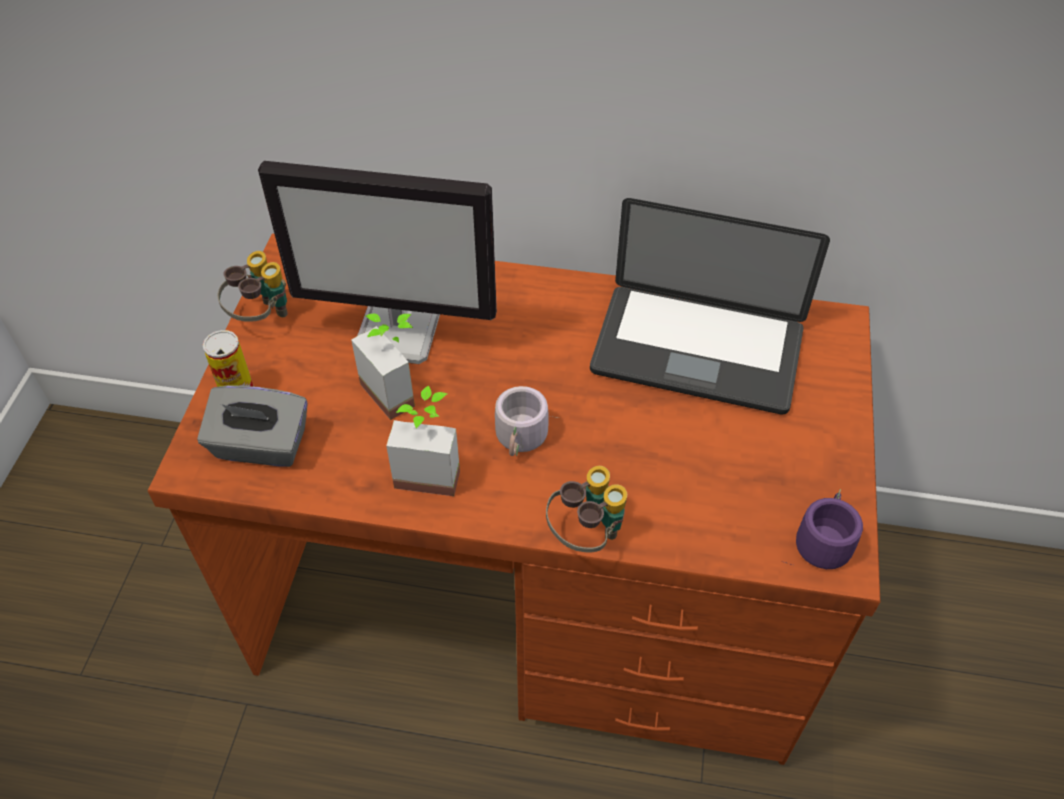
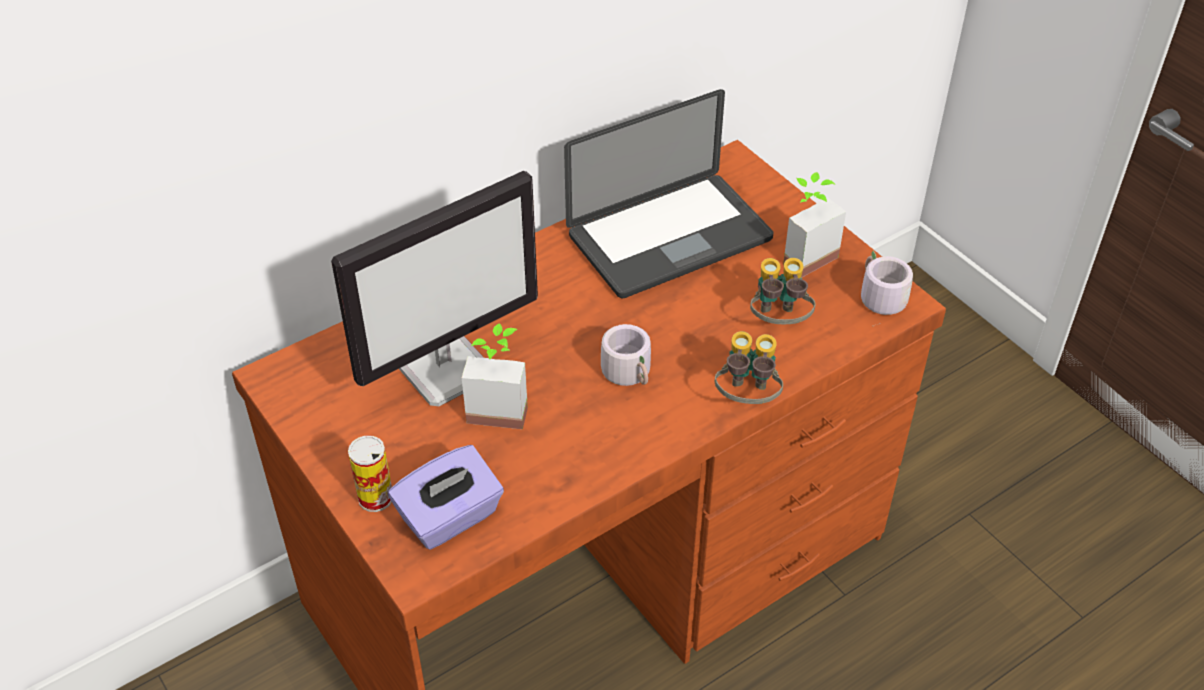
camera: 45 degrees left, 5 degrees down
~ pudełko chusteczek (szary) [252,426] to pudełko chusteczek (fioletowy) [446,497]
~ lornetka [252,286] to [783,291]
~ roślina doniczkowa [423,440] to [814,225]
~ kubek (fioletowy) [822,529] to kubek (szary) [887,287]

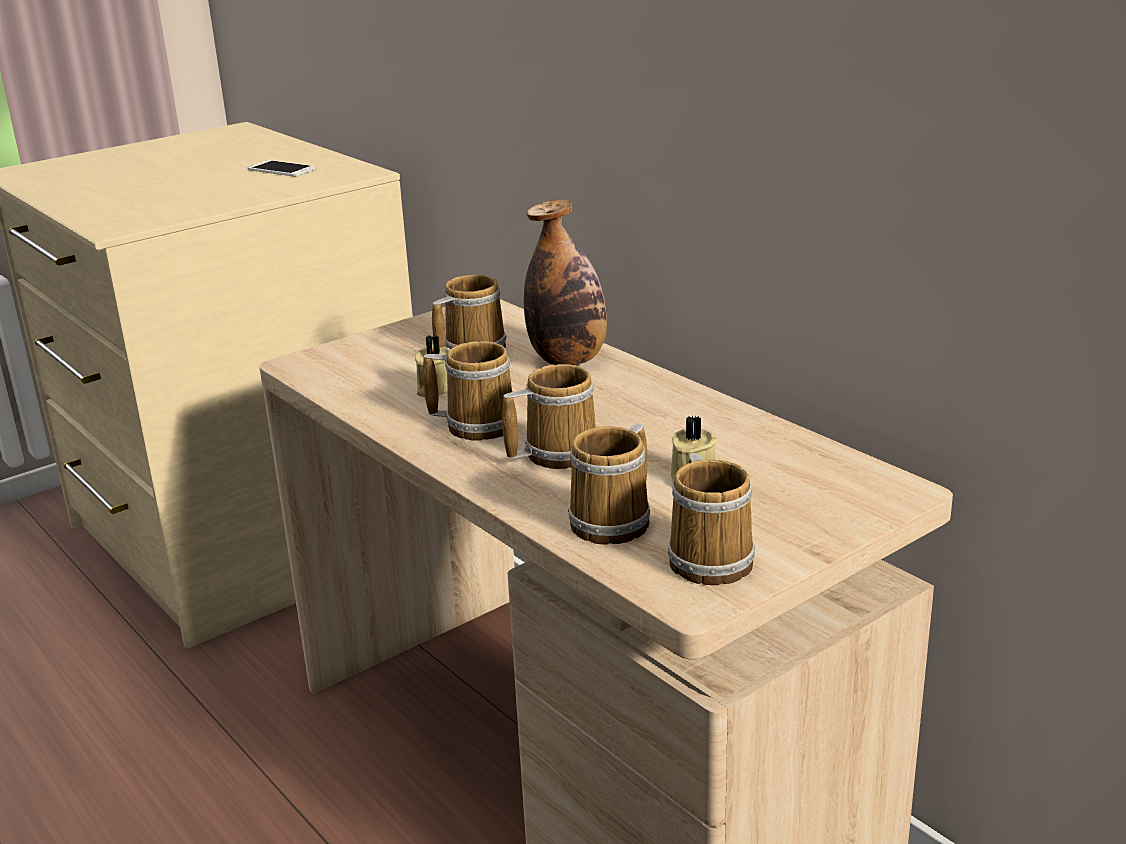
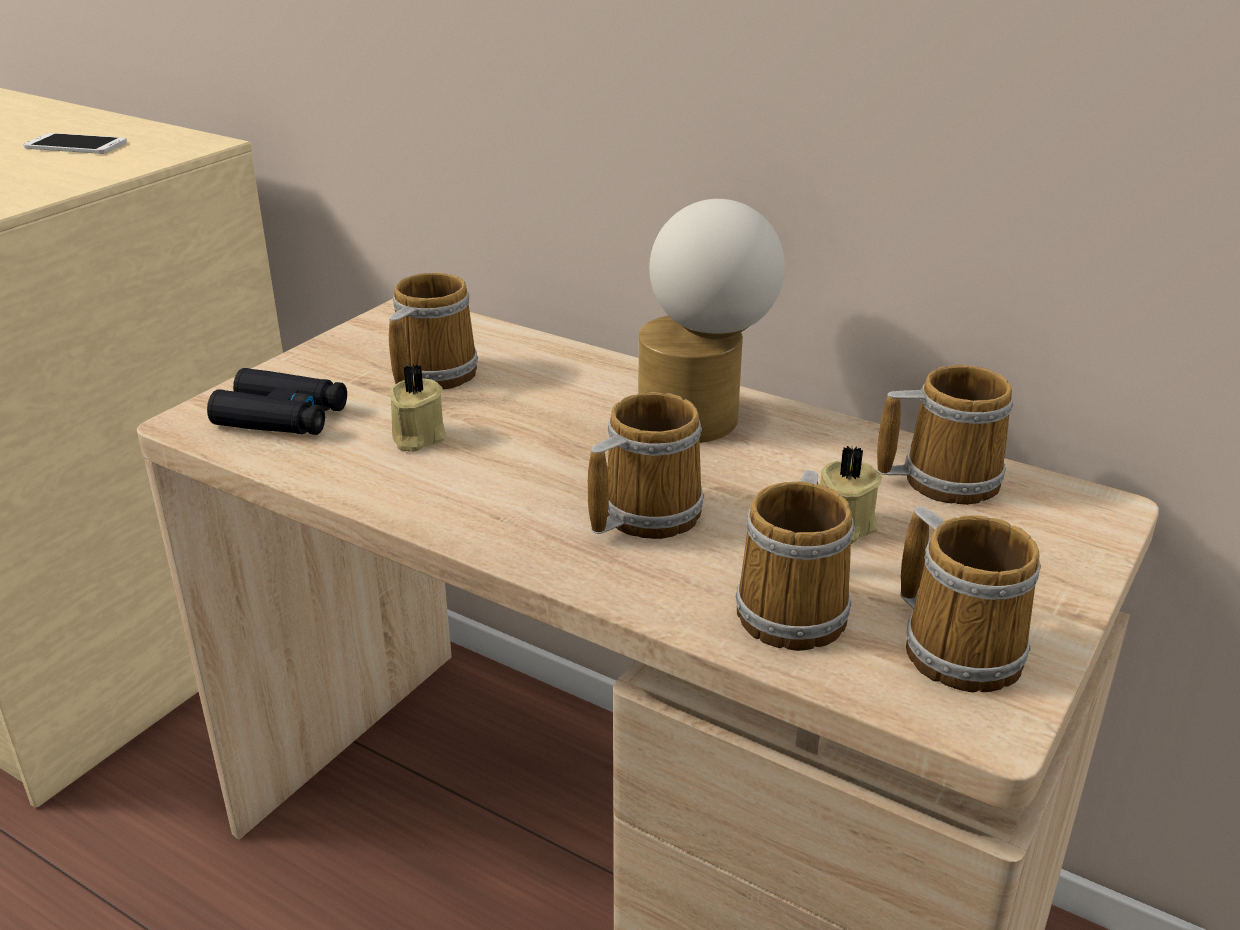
camera: 20 degrees left, 5 degrees up
+ lornetka (czarny) [277,401]
+ lampa stołowa [711,321]
~ kubek [470,391] to [945,435]
- butelka [565,282]

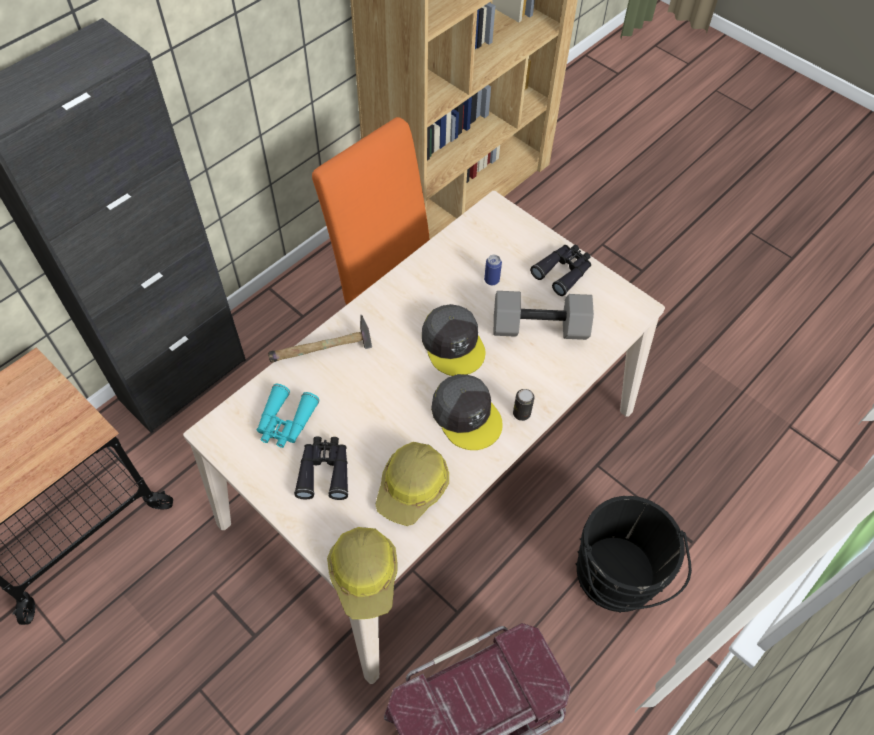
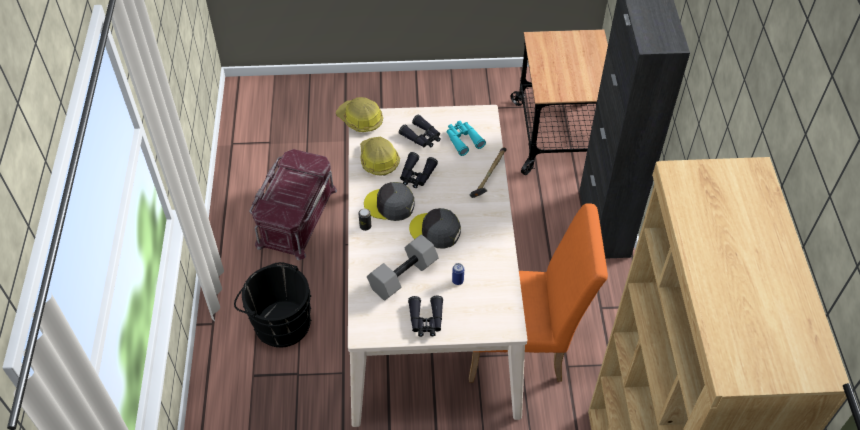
camera: 135 degrees right, 5 degrees down
+ lornetka (czarny) [419,170]

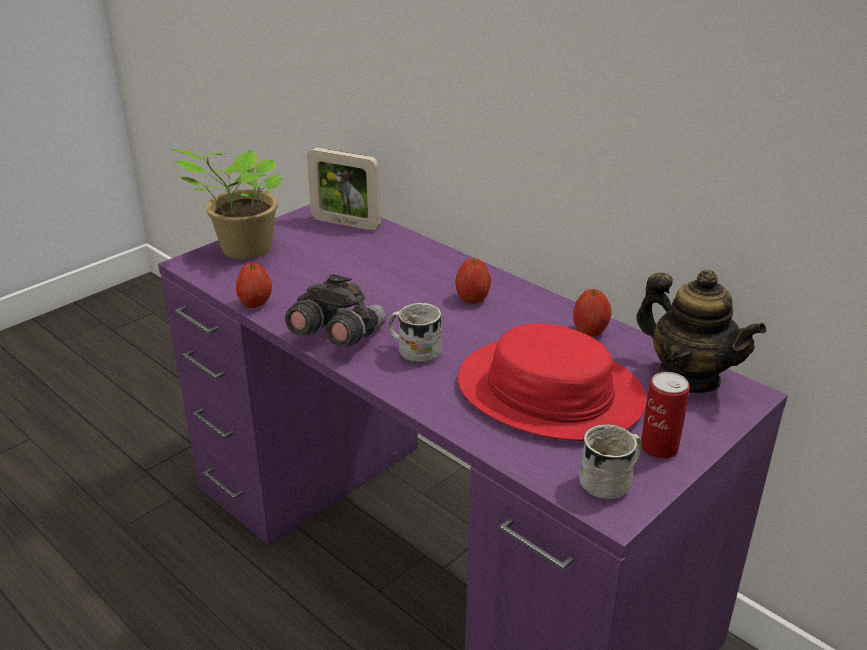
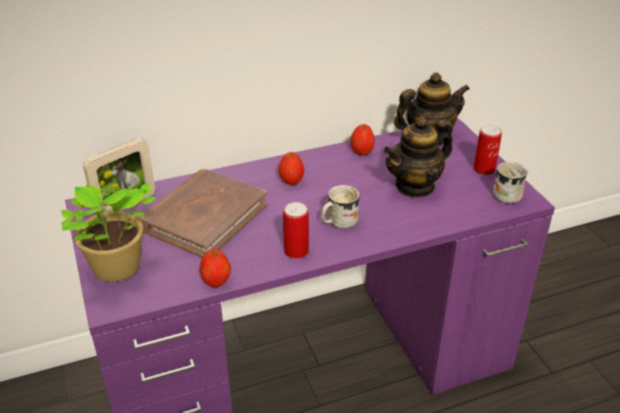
camera: 65 degrees left, 5 degrees up
+ książka (brązowy) [203,213]
~ lornetka (szary) [335,310] to puszka [296,230]
~ kapelusz (czerwony) [552,382] to imbryk [418,157]

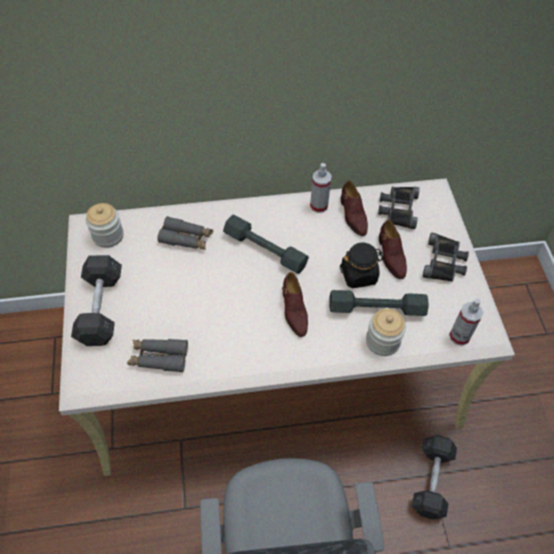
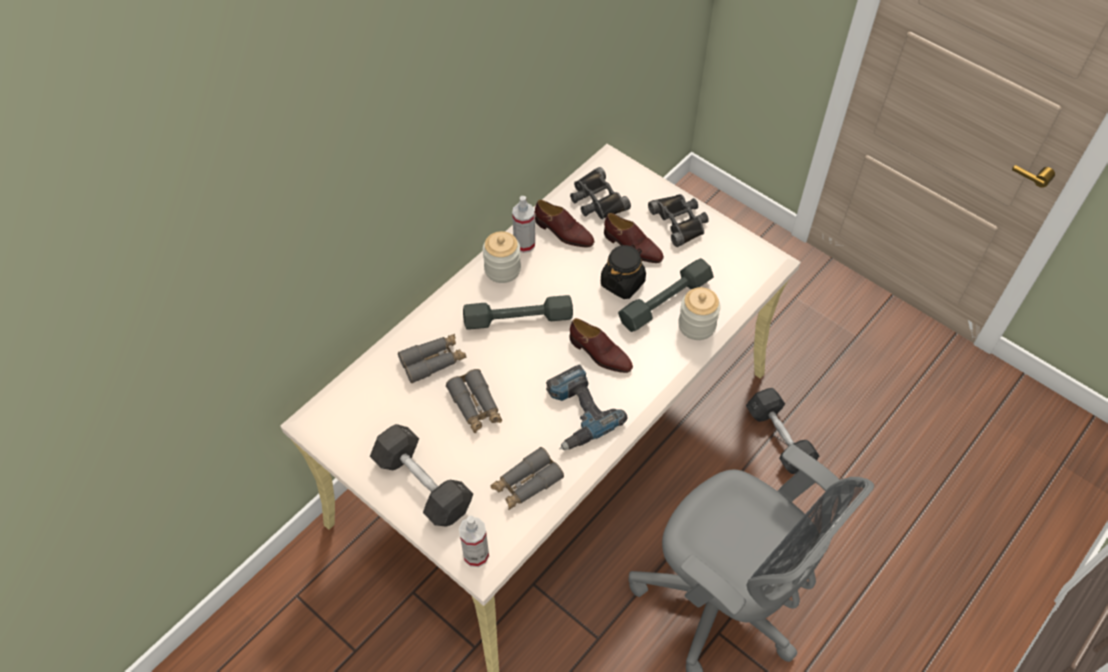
camera: 40 degrees left, 0 degrees up
+ lornetka (szary) [474,401]
~ spryskiwacz [466,322] to [474,541]
~ słoik [104,225] to [502,257]
+ wiertarka [586,407]

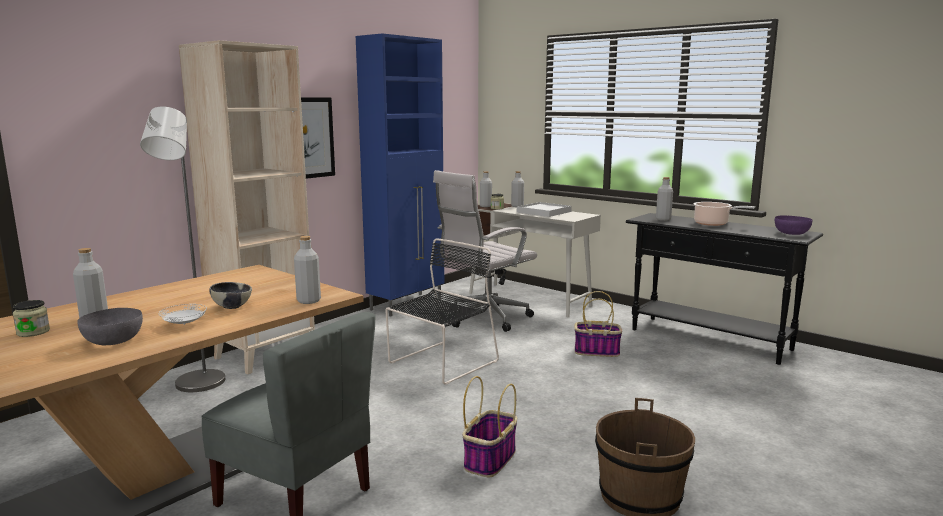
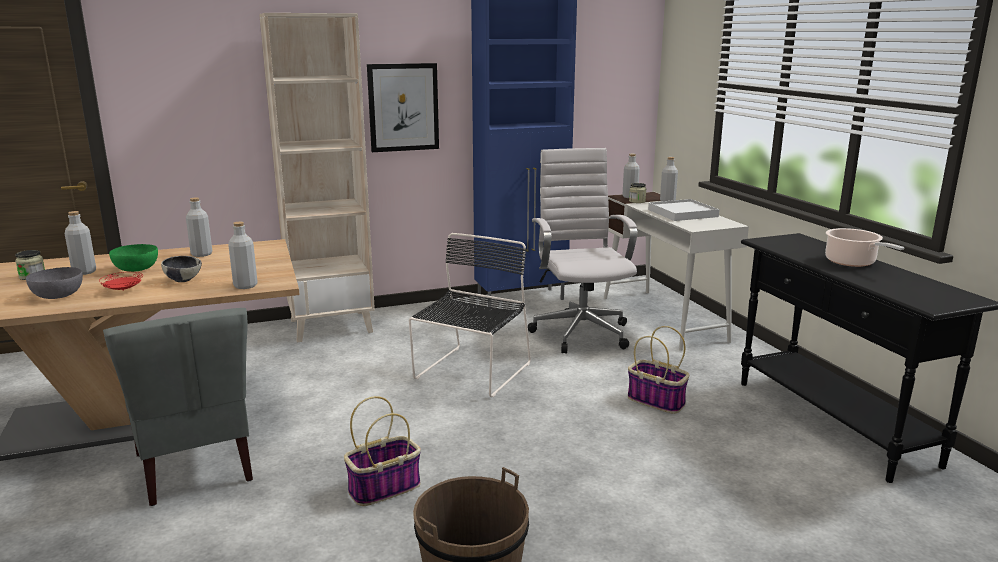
camera: 30 degrees right, 5 degrees up
~ talerz (biały) [183,314] to talerz (czerwony) [121,281]
+ miska (zielony) [133,258]
~ butelka (szary) [664,199] to [199,227]
~ krzesło (czarny) [442,311] = [470,315] 45 degrees counterclockwise
~ krzesło biurowe (biały) [485,251] = [582,250] 90 degrees clockwise
- lampa stojąca (szary) [182,249]
- miska (fioletowy) [793,225]

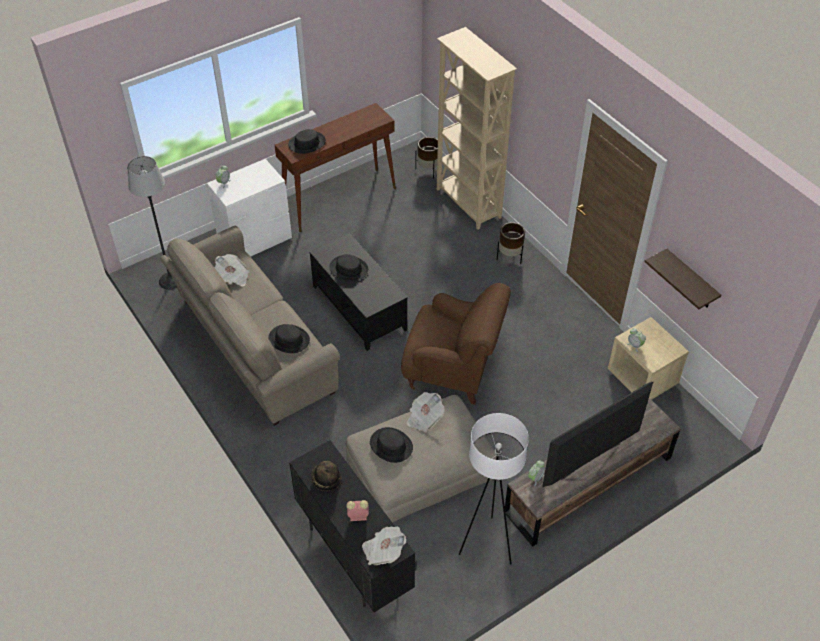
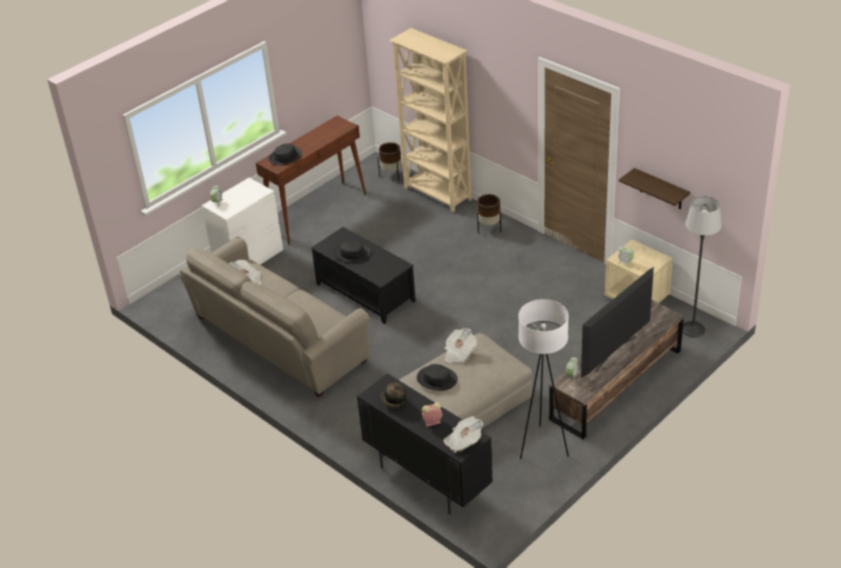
camera: 10 degrees left, 10 degrees down
~ lampa stojąca [152,223] to [702,266]
- kapelusz (czarny) [289,338]
- fotel (brązowy) [456,344]

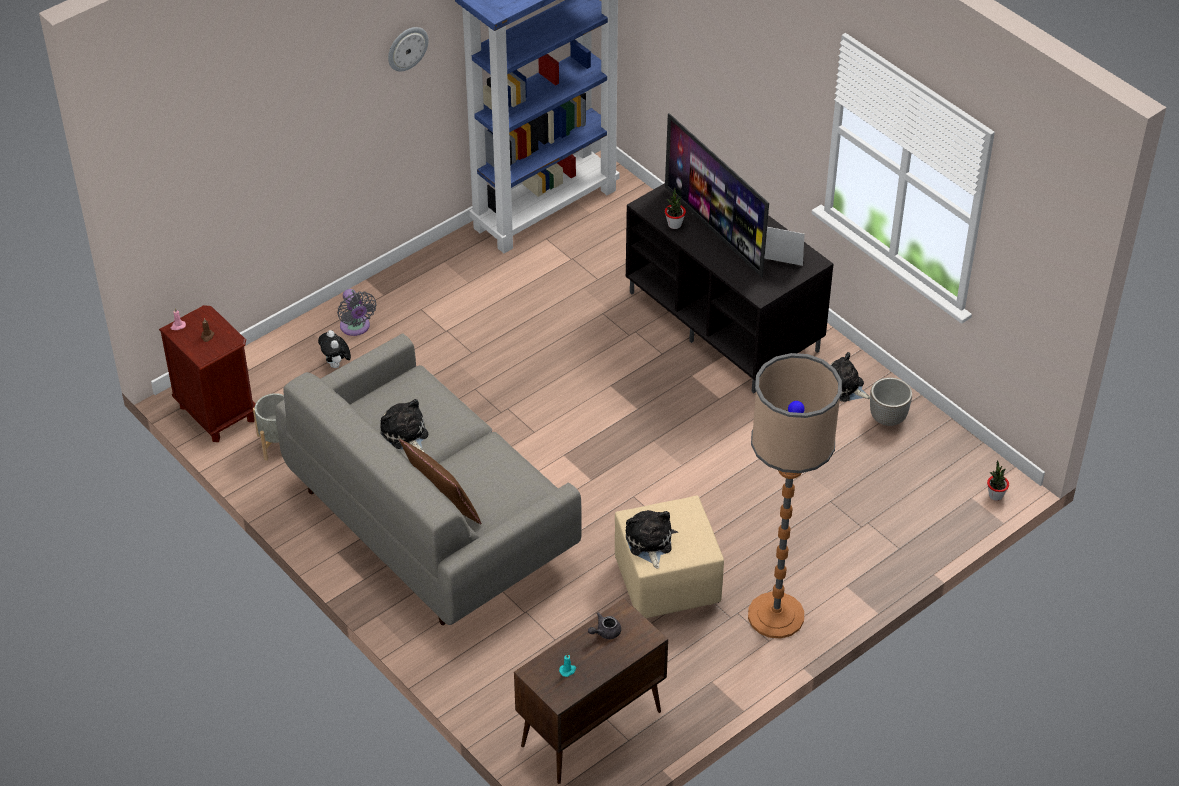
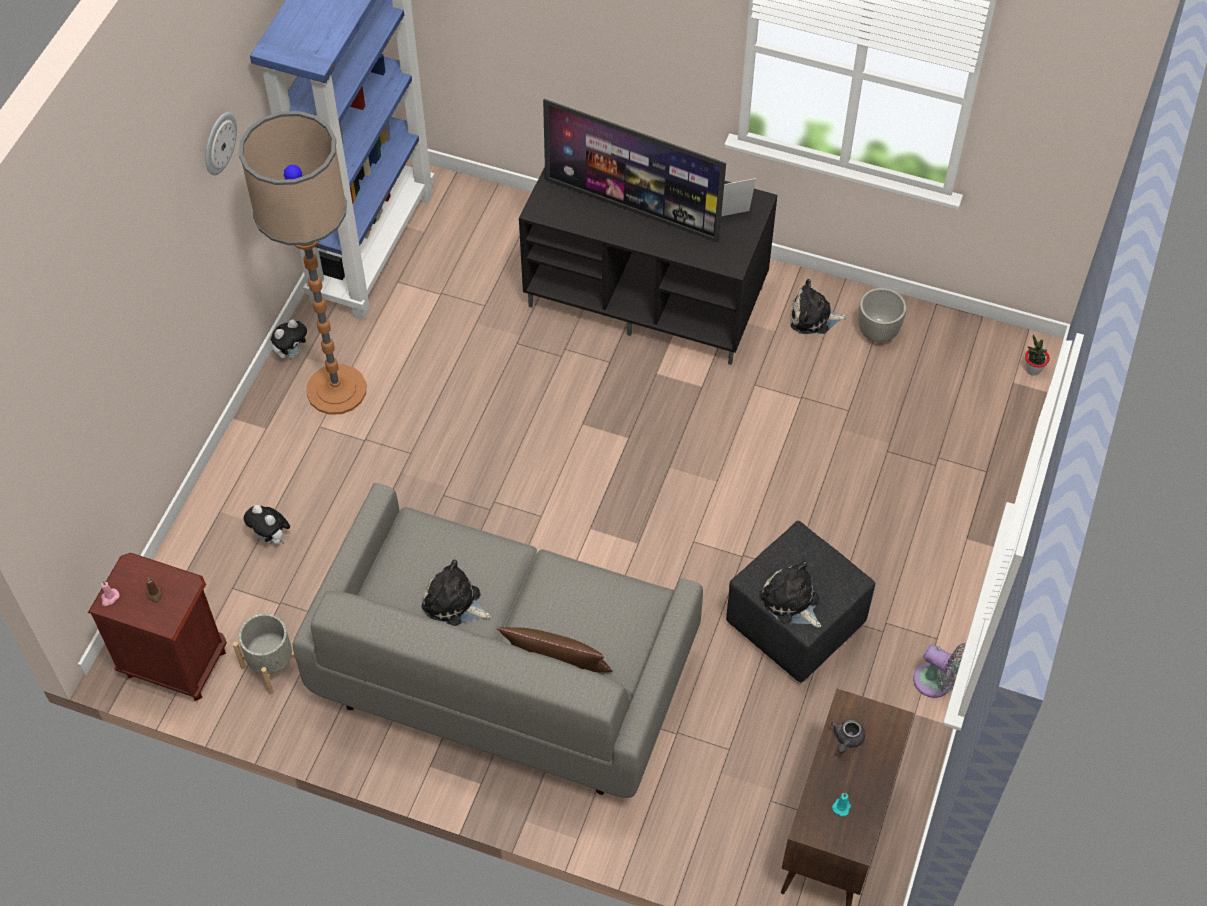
camera: 30 degrees left, 10 degrees up
~ lampa stojąca [795,495] to [302,263]
+ pluszak [290,339]
~ pufa (beżowy) [669,557] to pufa (czarny) [800,601]
~ wentylator (szary) [357,312] to [939,670]
- roślina doniczkowa [675,208]

